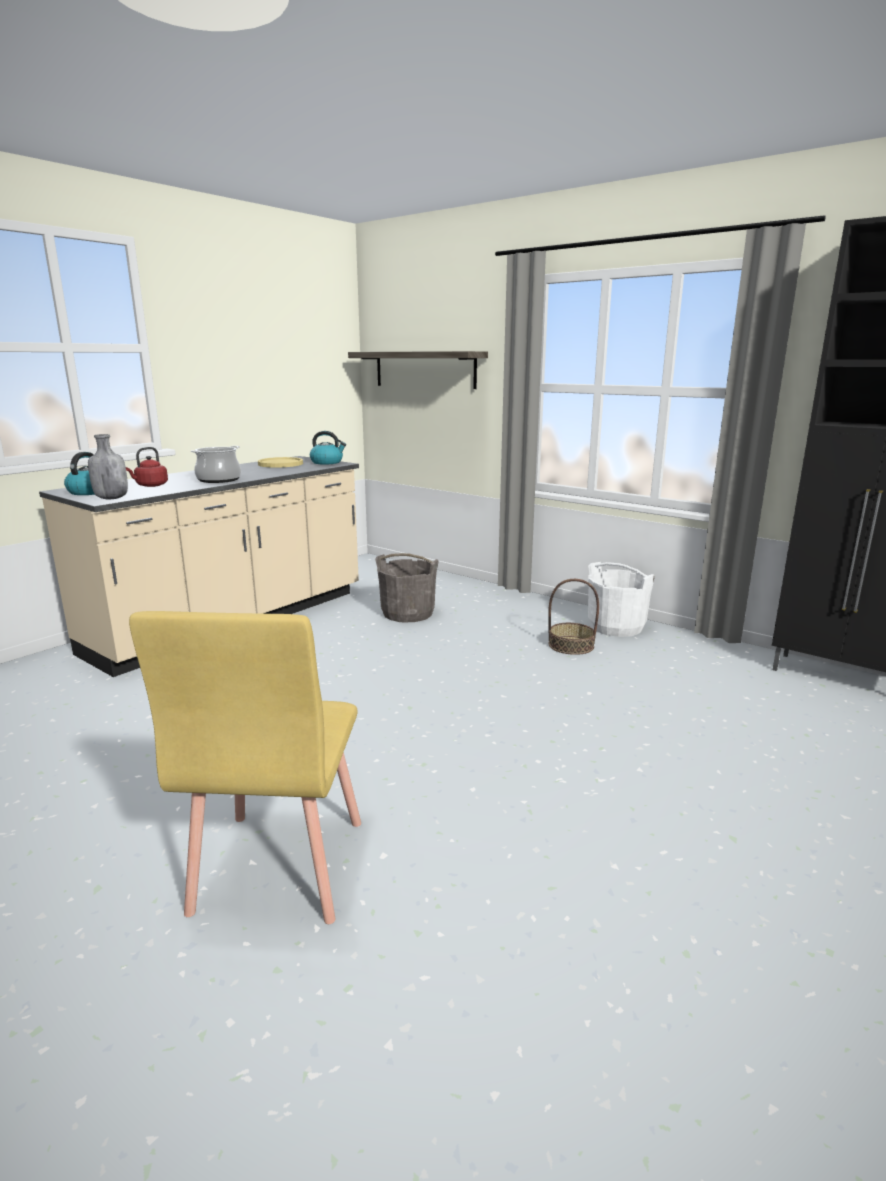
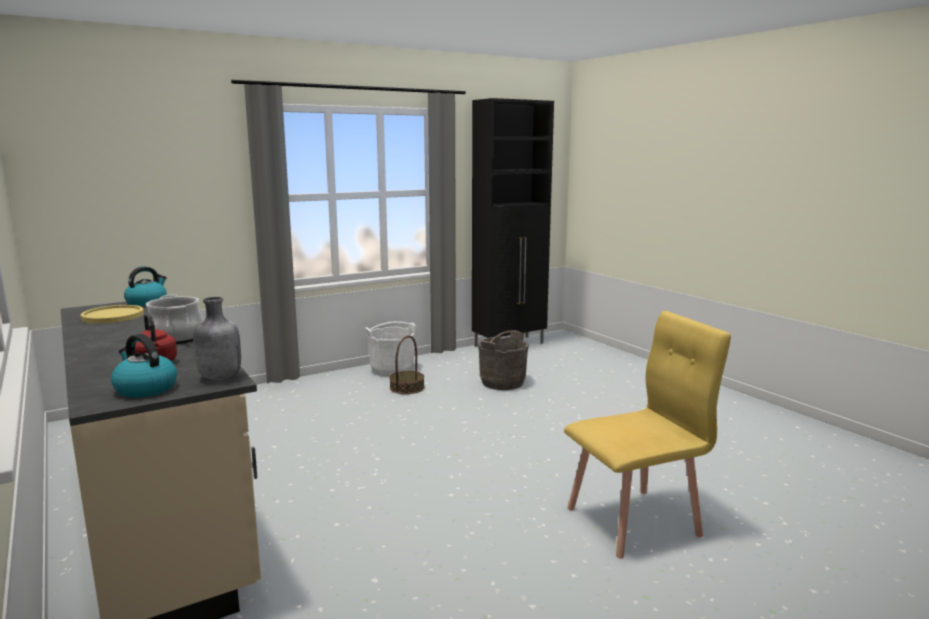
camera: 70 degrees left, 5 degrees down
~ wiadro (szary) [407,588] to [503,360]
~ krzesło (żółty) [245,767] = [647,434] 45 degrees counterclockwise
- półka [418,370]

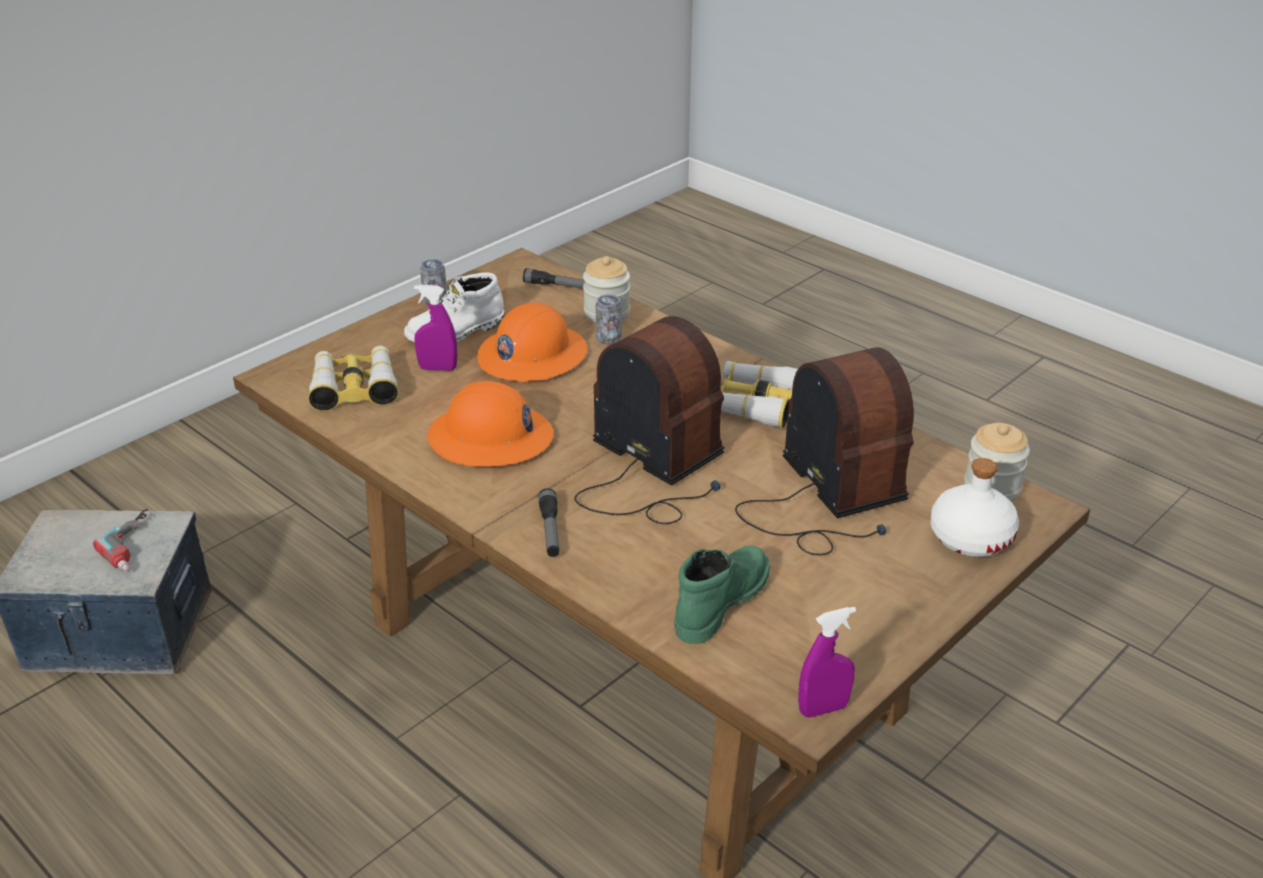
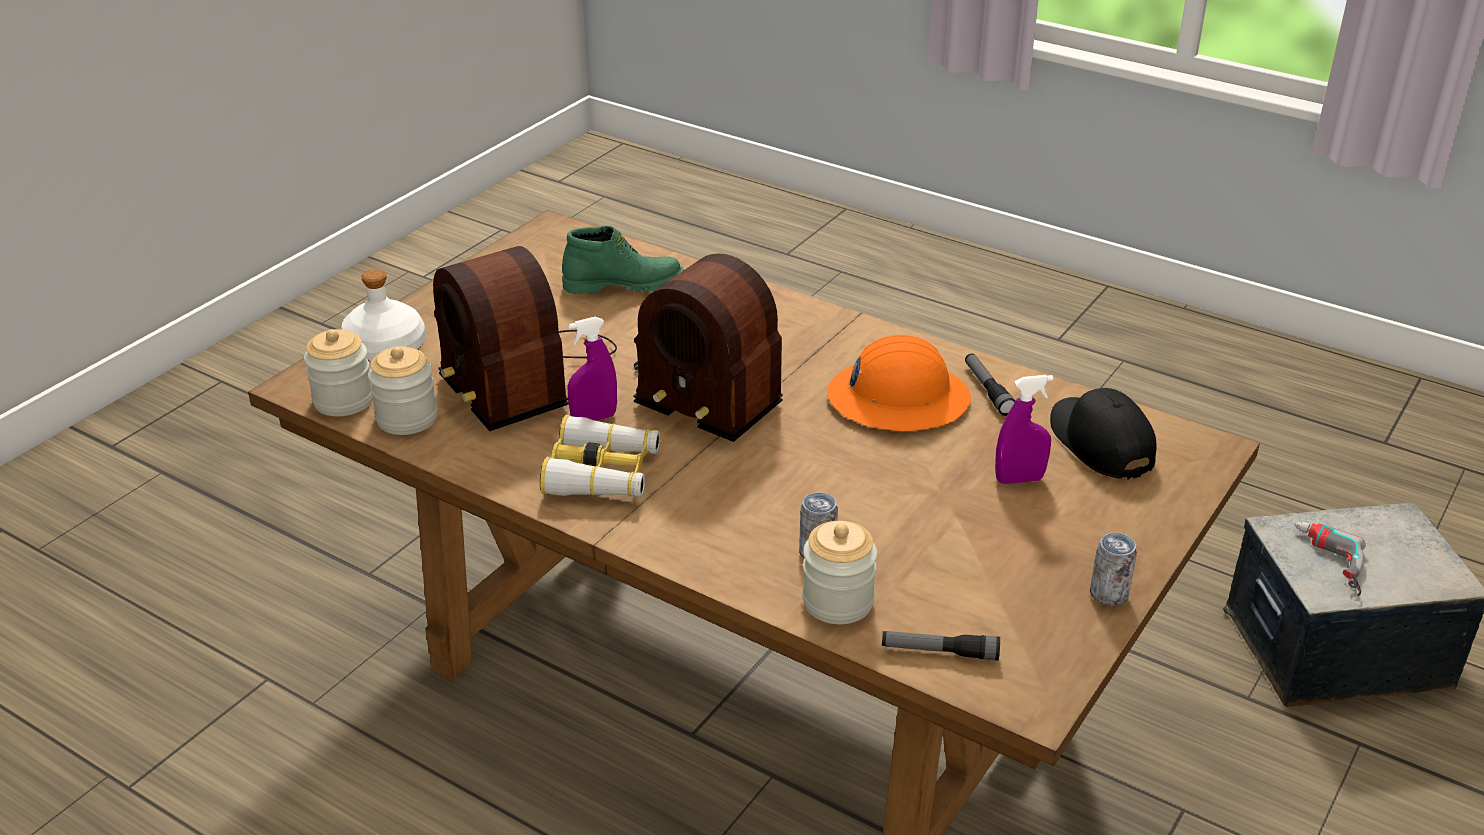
camera: 170 degrees right, 0 degrees up
+ słoik [403,390]
~ but z cholewką (zielony) [722,595] = [623,260] 120 degrees counterclockwise
~ spryskiwacz (fioletowy) [827,662] to [592,369]
~ latarka [548,522] to [990,384]
~ lornetka [353,378] to czapka z daszkiem (czarny) [1103,434]
- but z cholewką (biały) [454,307]
- kask (pomarańczowy) [532,342]

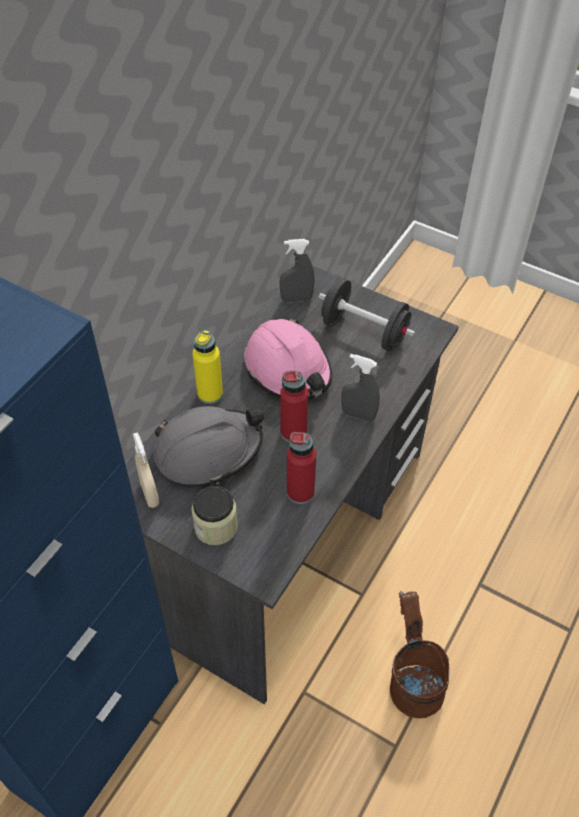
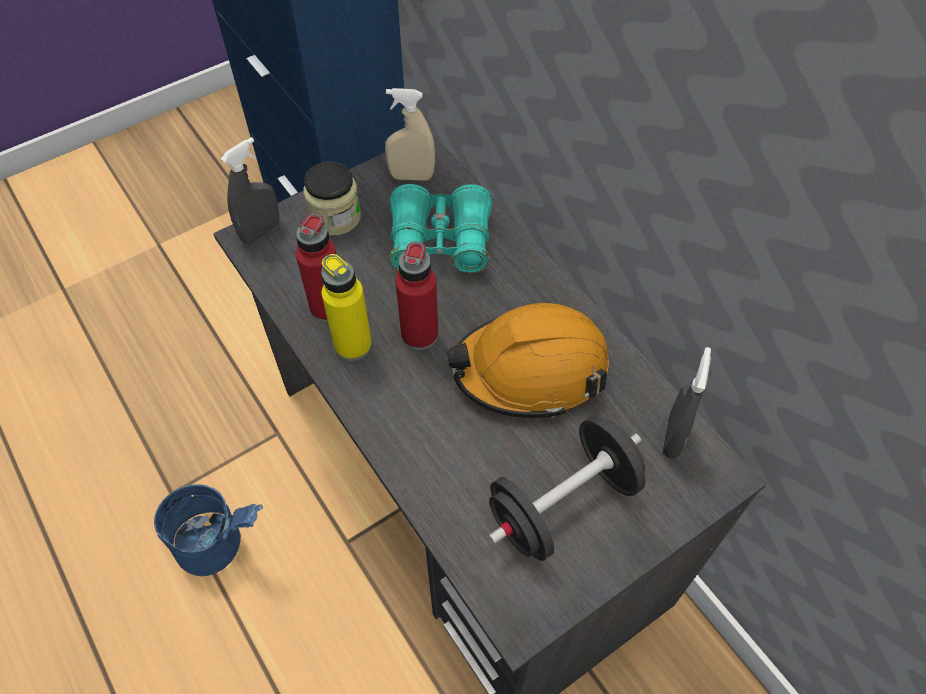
camera: 115 degrees right, 5 degrees up
~ wiadro (brązowy) [419,655] to wiadro (niebieski) [208,530]
~ spryskiwacz (szary) [360,388] to [250,190]
~ butelka (żółty) [207,367] to [346,307]
~ kask (szary) [209,445] to lornetka (turkusowy) [440,228]
~ kask (różowy) [288,359] to kask (pomarańczowy) [527,360]

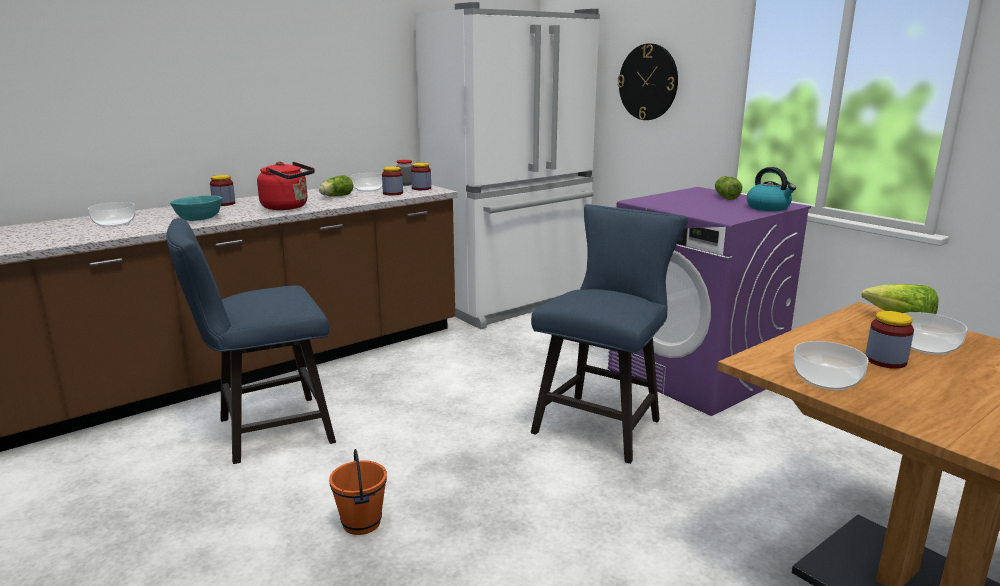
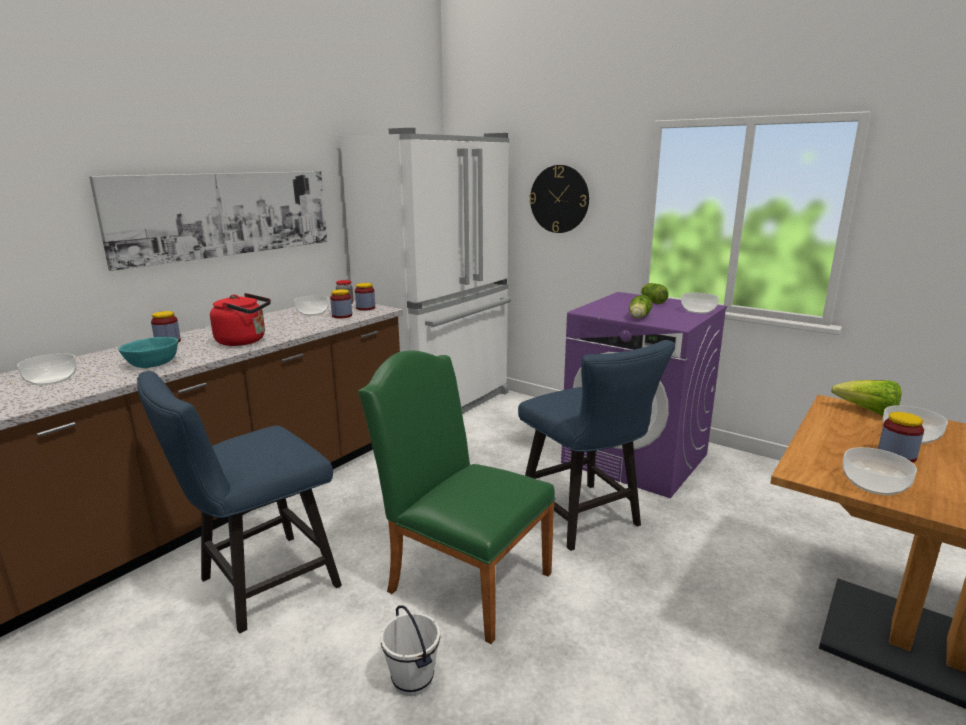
camera: 15 degrees left, 0 degrees up
+ obraz [208,221]
+ krzesło (zielony) [456,497]
~ wiadro (pomarańczowy) [358,492] to wiadro (biały) [410,650]
~ krzesło (niebieski) [609,334] = [596,445] 135 degrees clockwise
~ sałata [336,186] to [640,306]
~ czajnik [771,189] to miska [700,303]

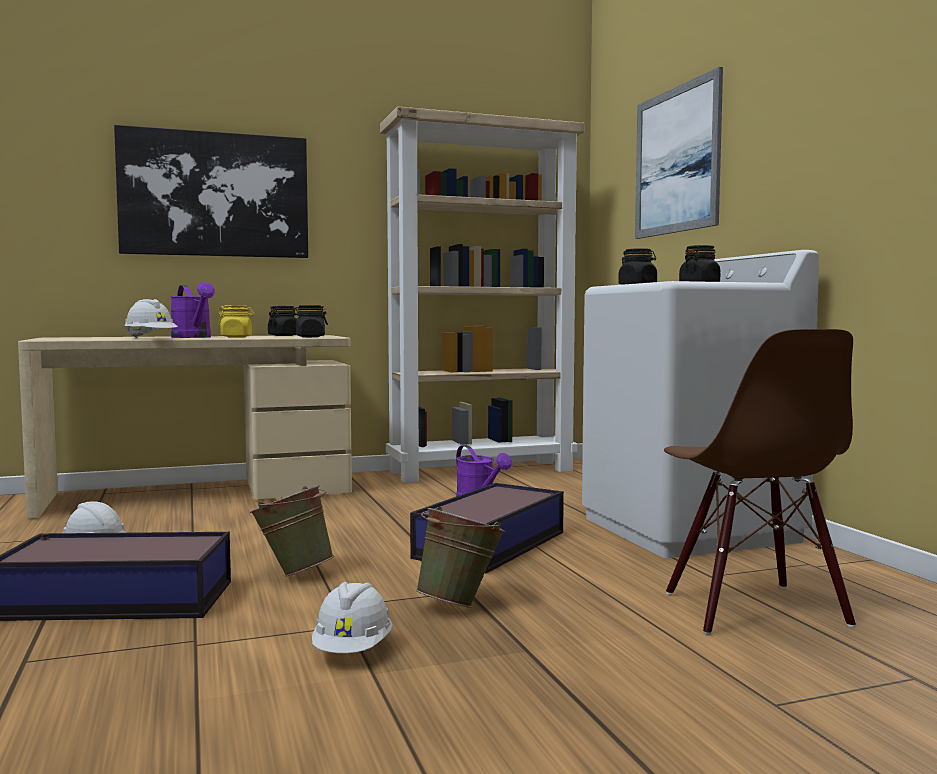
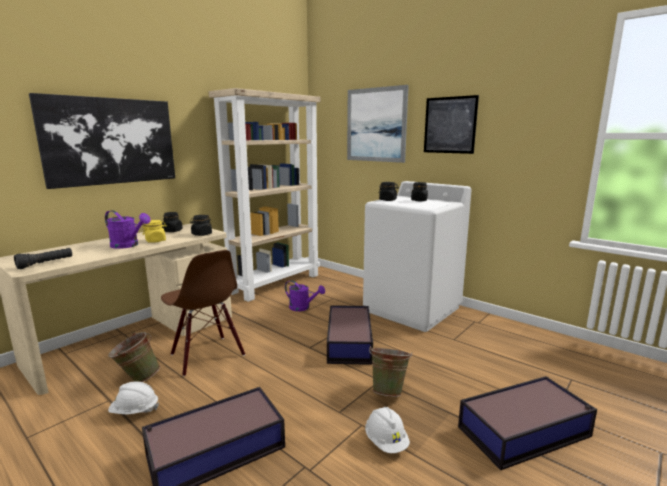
camera: 30 degrees left, 10 degrees up
+ latarka (czarny) [43,258]
~ wiadro (zielony) [292,531] to [134,357]
~ krzesło (brązowy) [760,482] to [203,313]
+ obraz [451,124]
+ pojemnik do przechowywania [527,423]
- kask (biały) [151,318]

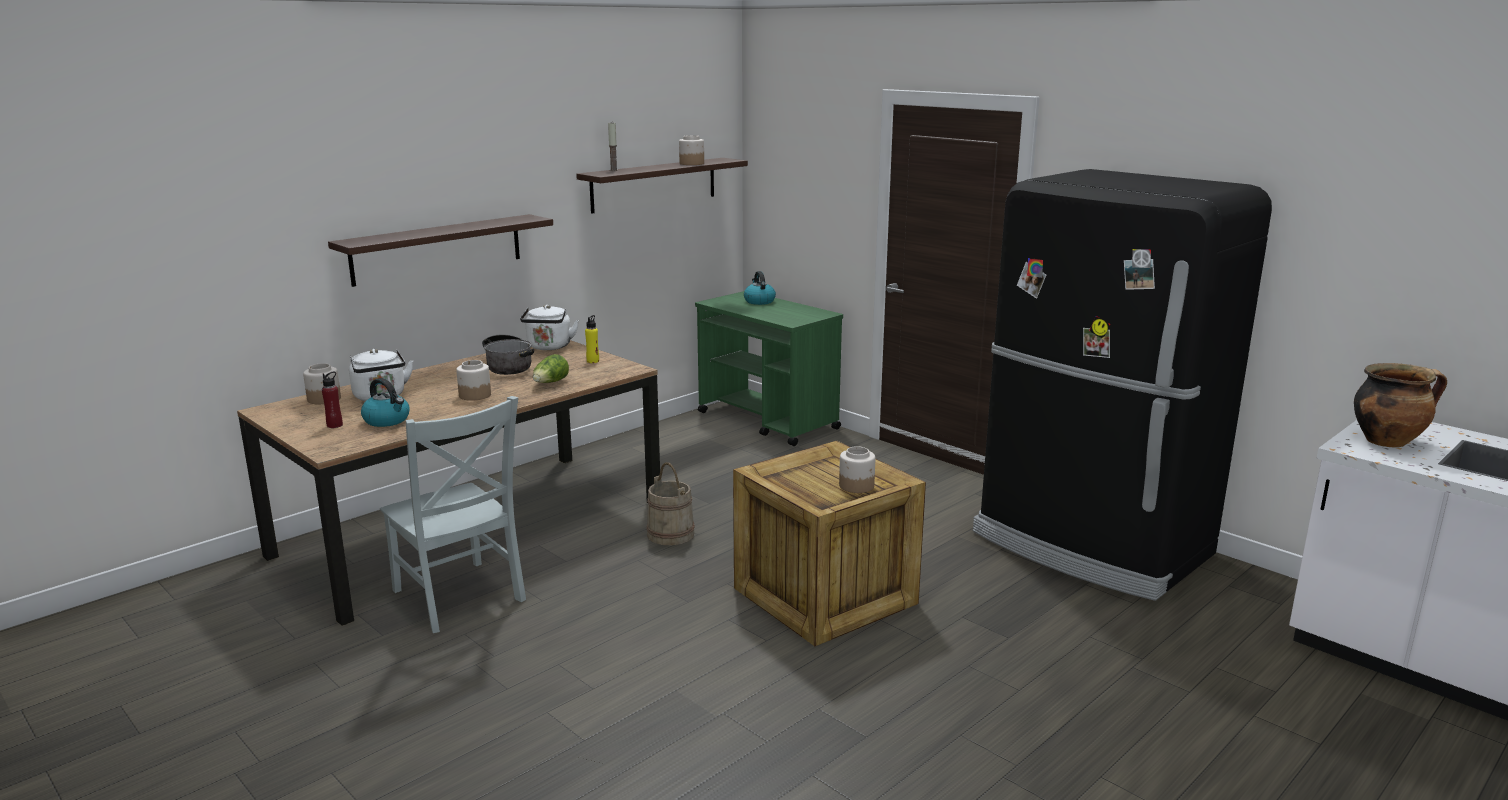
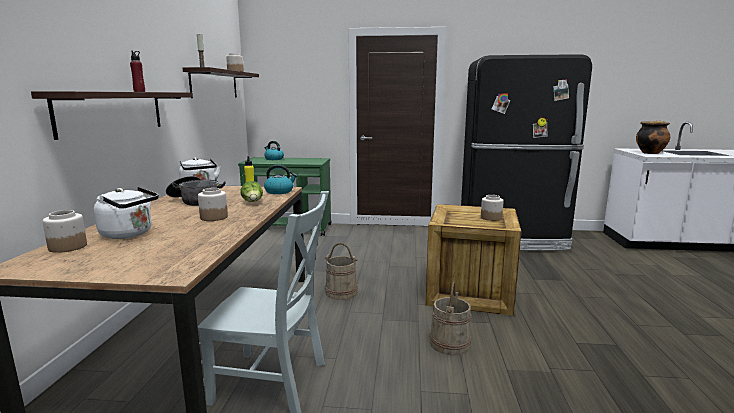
camera: 40 degrees left, 5 degrees down
~ butelka (czerwony) [332,400] to [137,71]
~ czajnik [385,402] to [280,179]
+ wiadro (beżowy) [450,318]

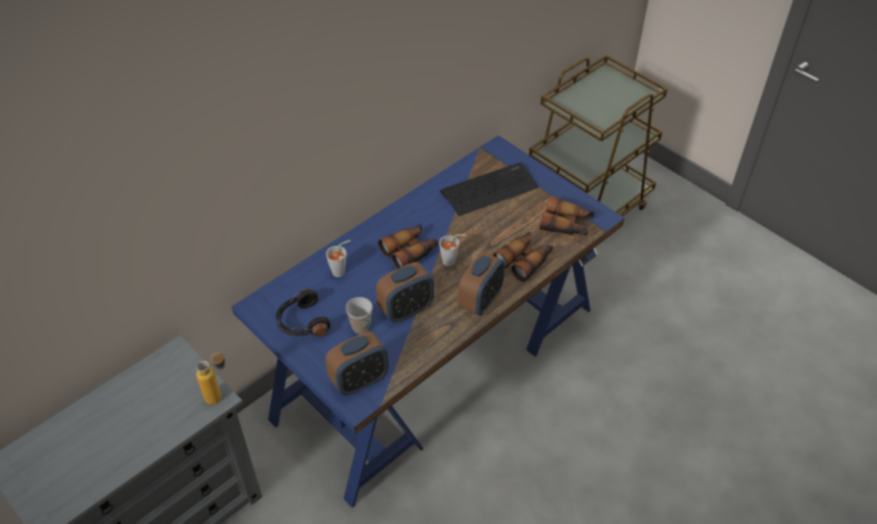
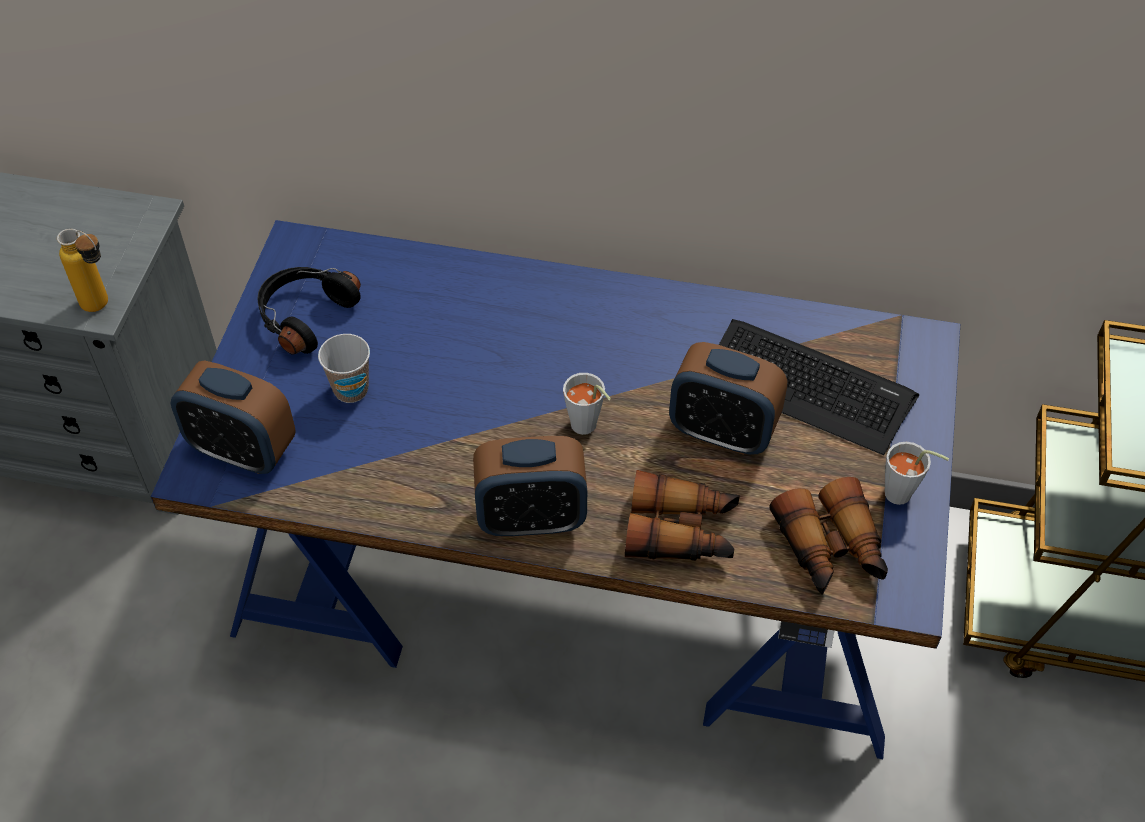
camera: 55 degrees right, 5 degrees up
~ budzik [405,292] to [728,398]
~ filiżanka (szary) [338,258] to [916,473]
- lornetka [408,246]

